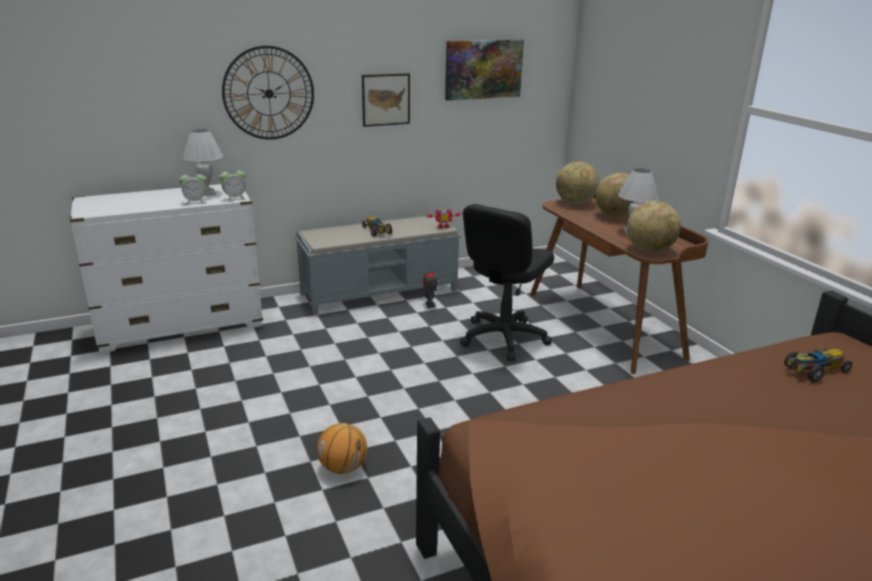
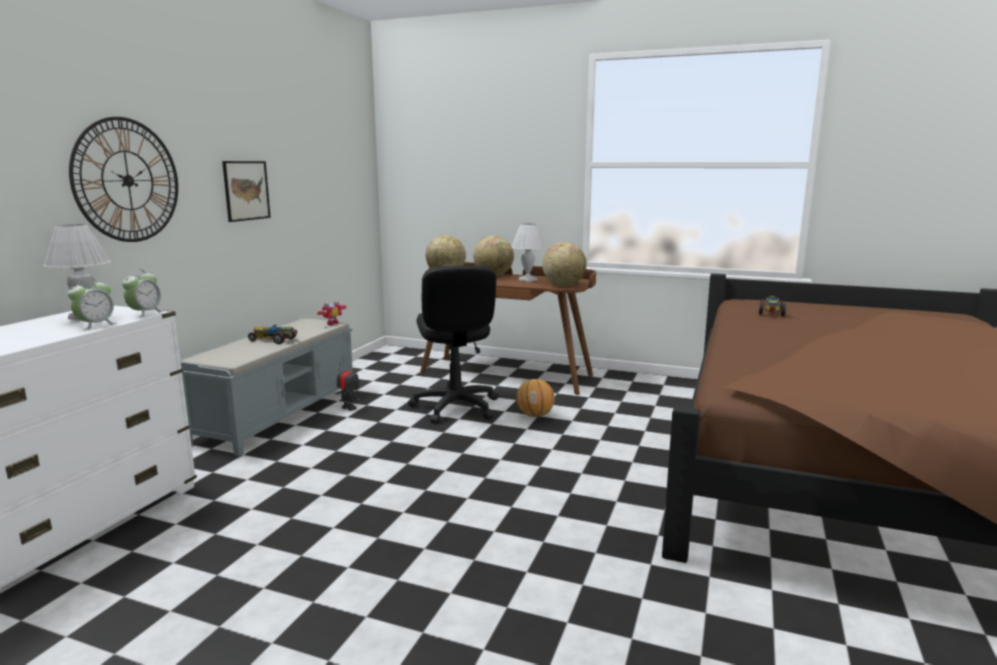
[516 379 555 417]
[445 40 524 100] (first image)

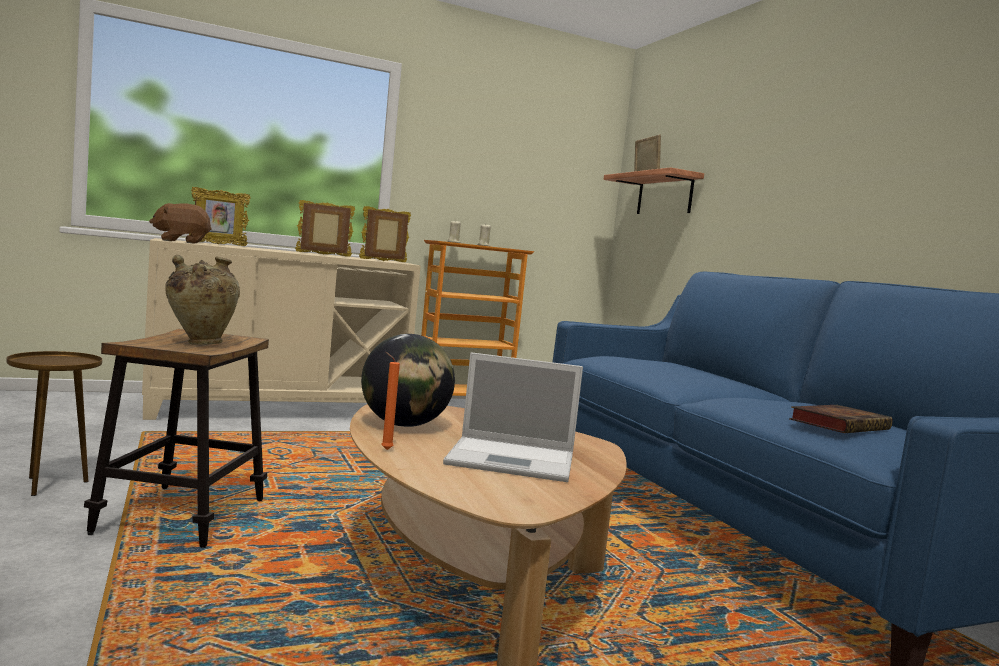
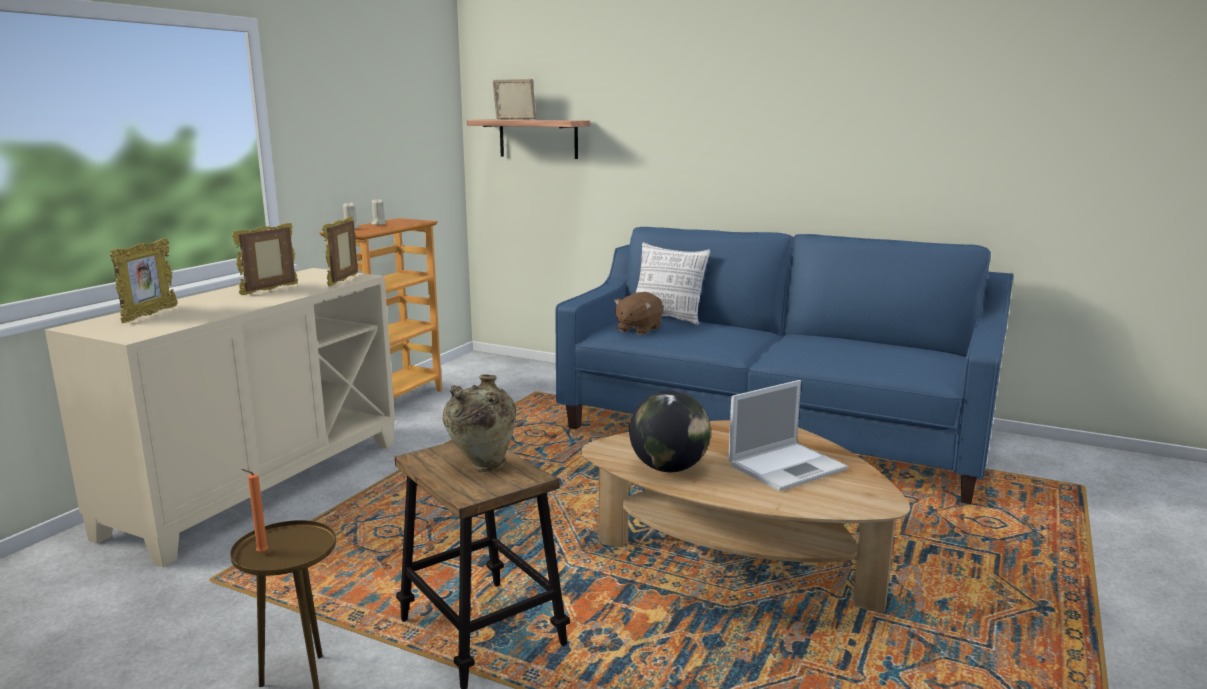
[614 292 663 335]
[241 469 268 553]
[789 405 893 433] (first image)
[636 242 710 325]

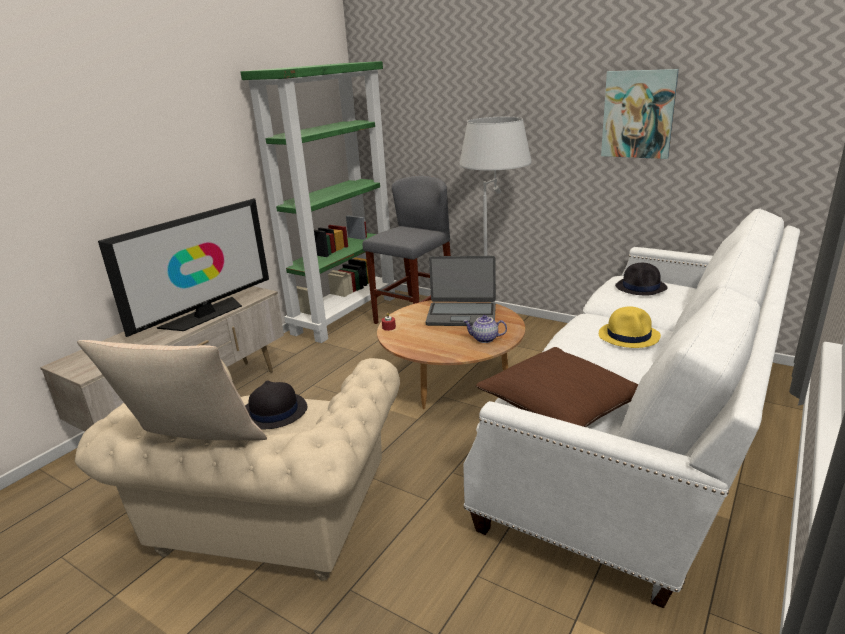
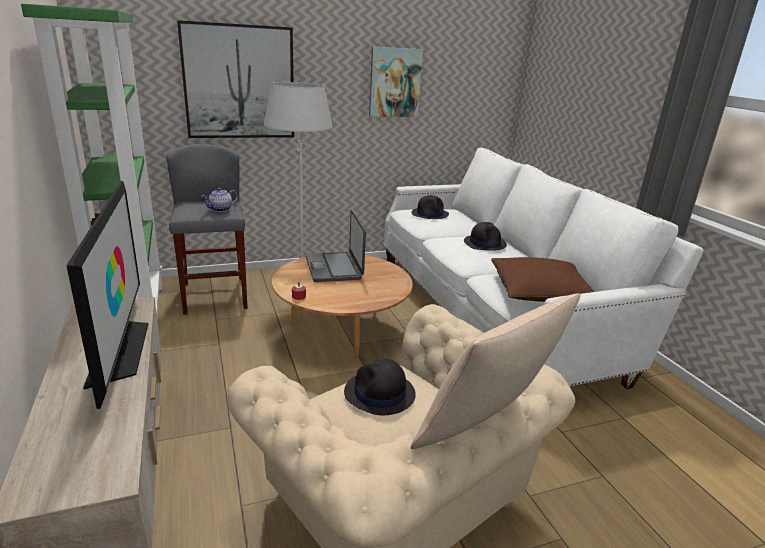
[305 210 366 282]
[201 188 238 212]
[464 222 507 251]
[177 20 294 138]

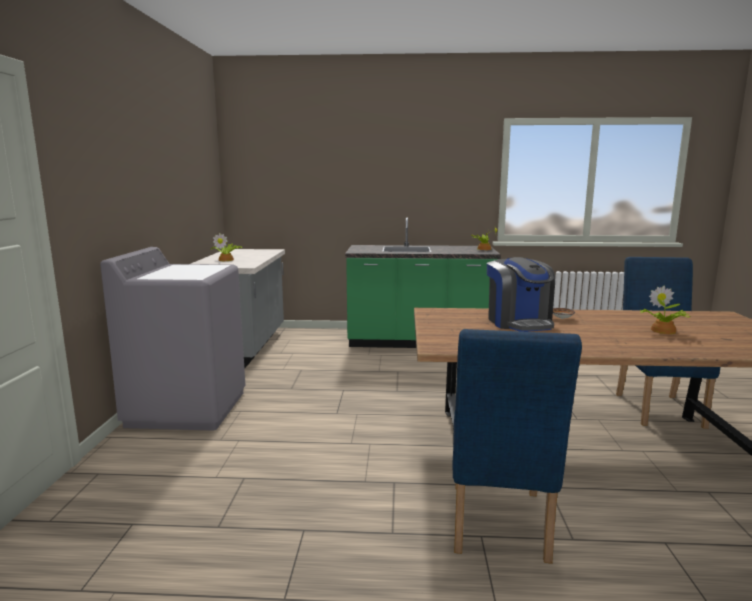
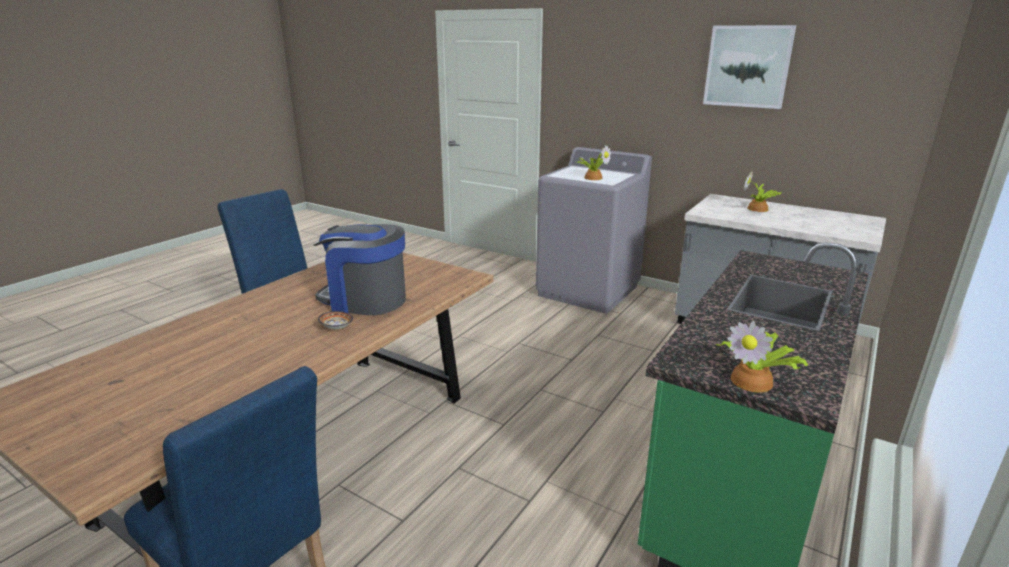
[577 145 611 180]
[703 25 796 109]

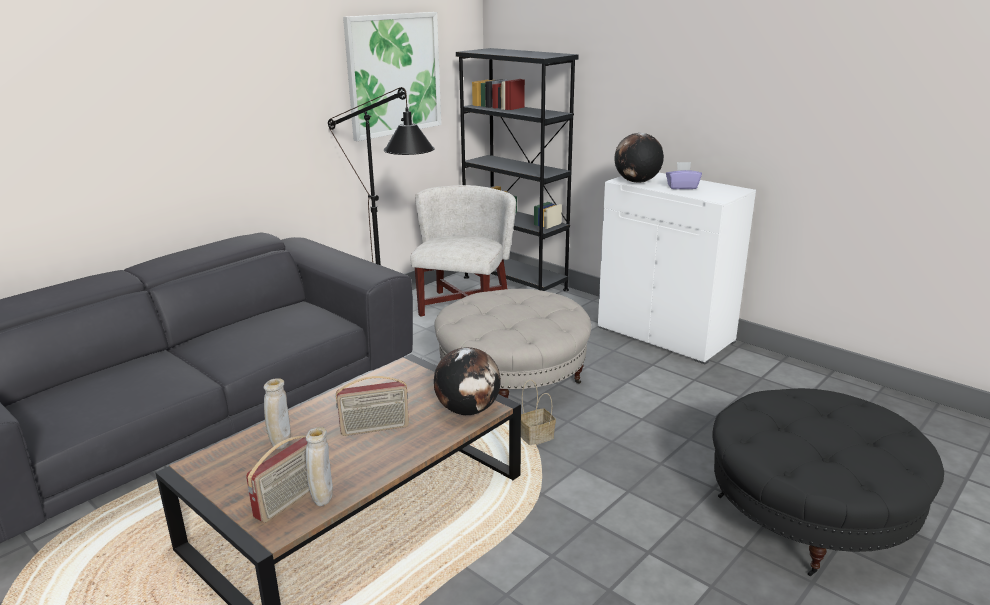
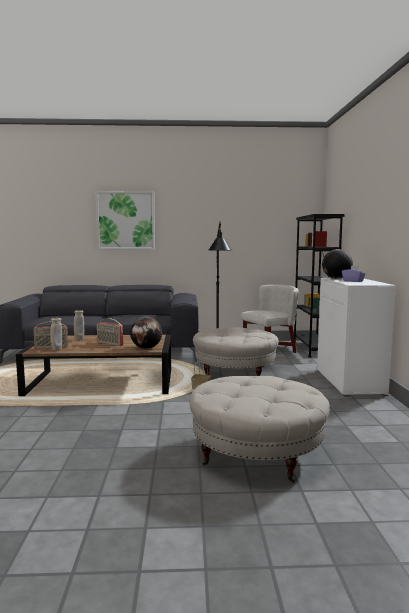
[96 191 155 250]
[189 376 330 483]

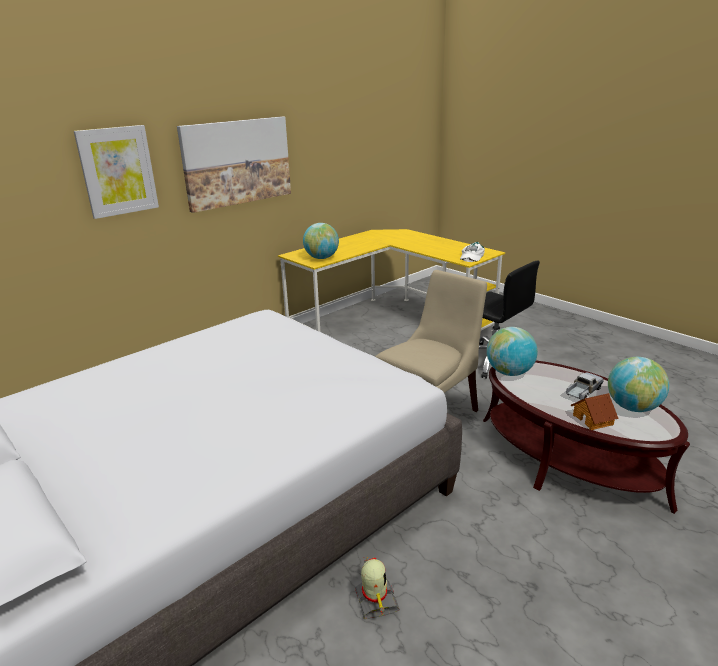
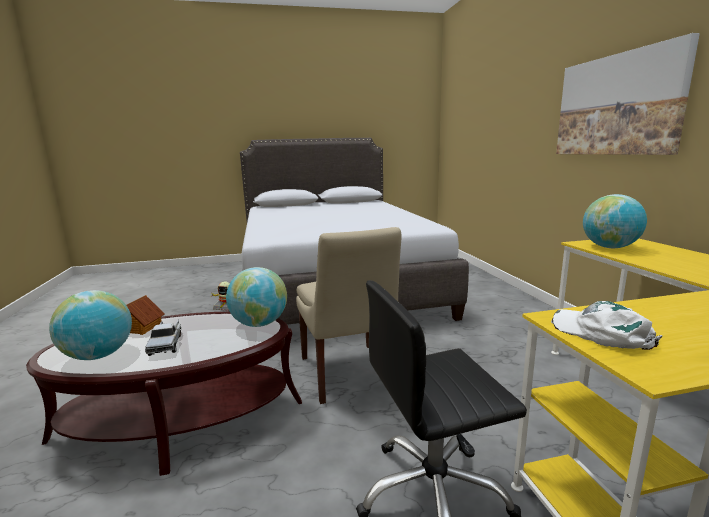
[74 125 159 219] (first image)

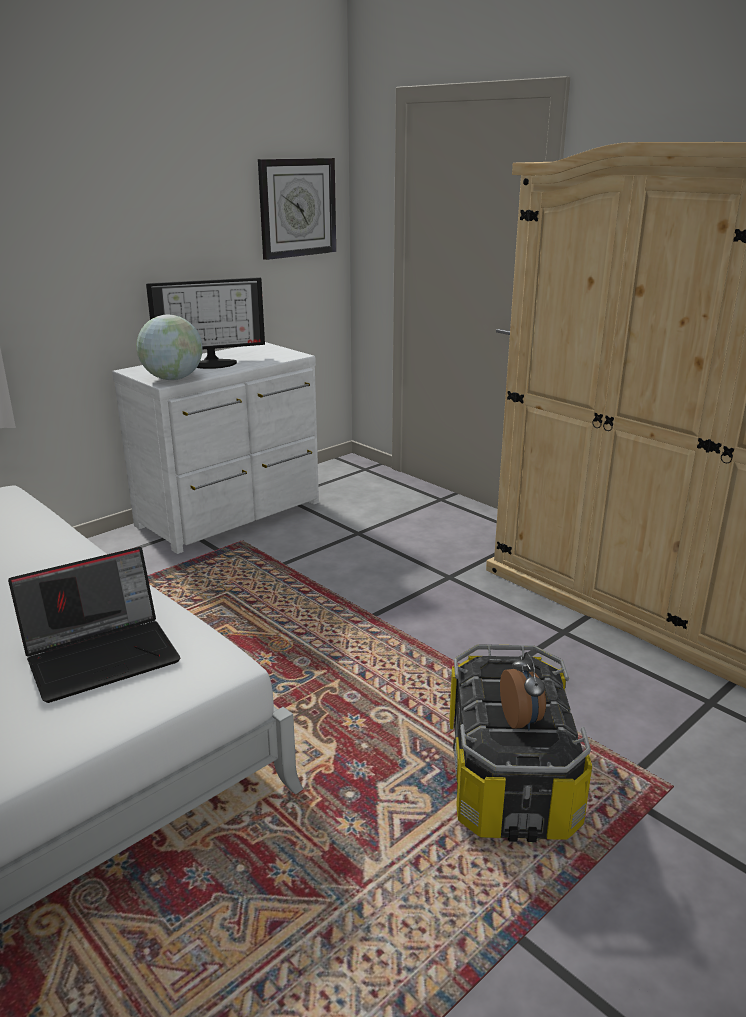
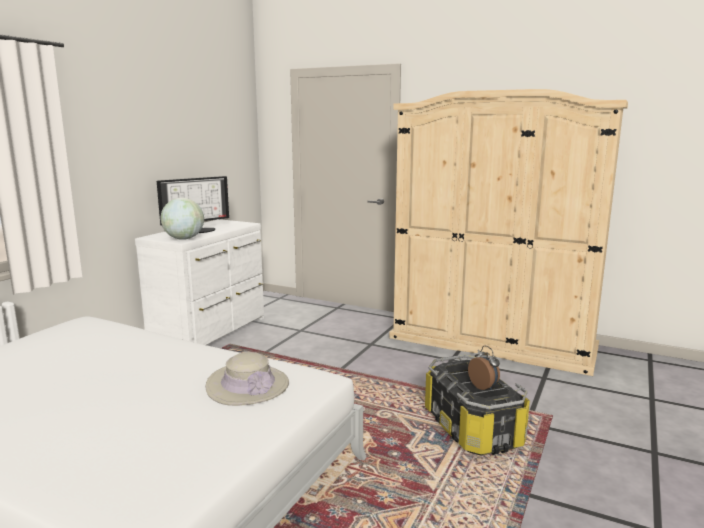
[205 352 289 406]
[258 158 336 260] (first image)

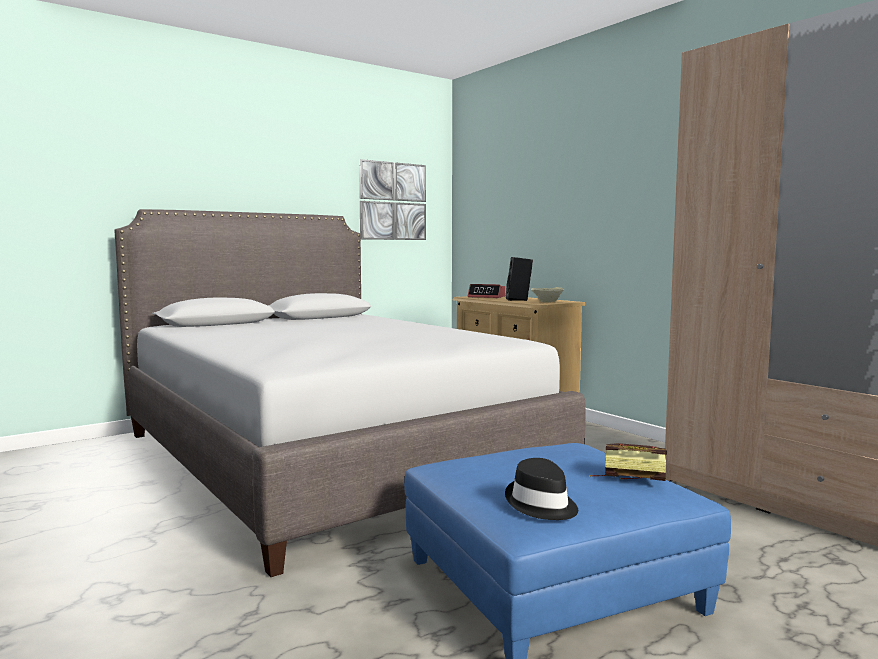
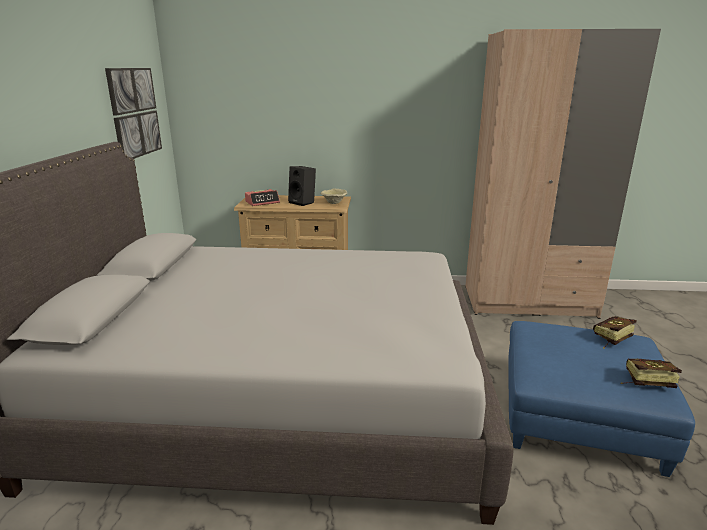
[621 359 682 388]

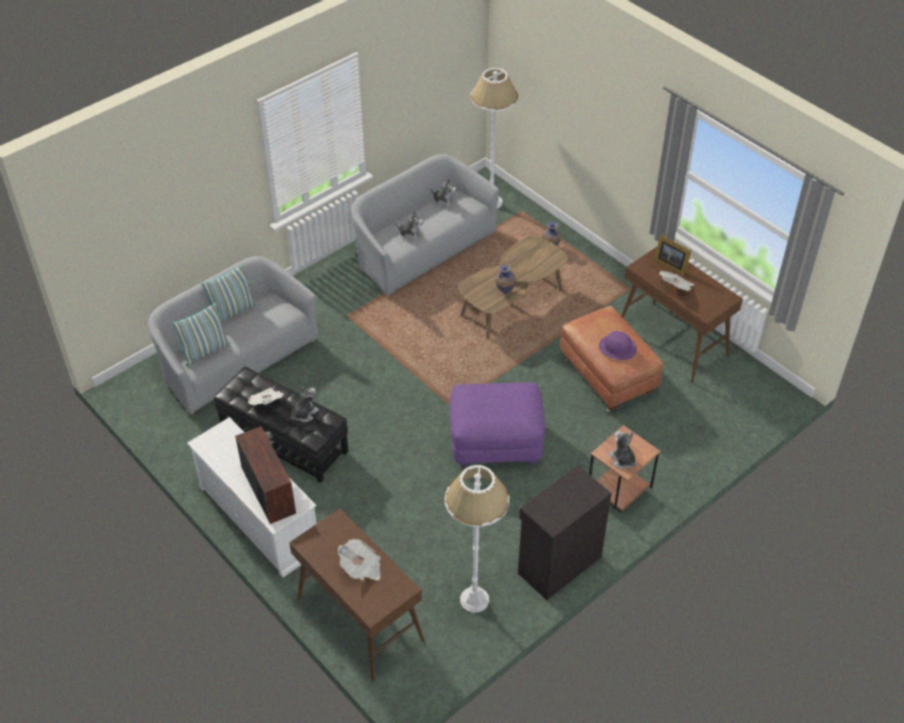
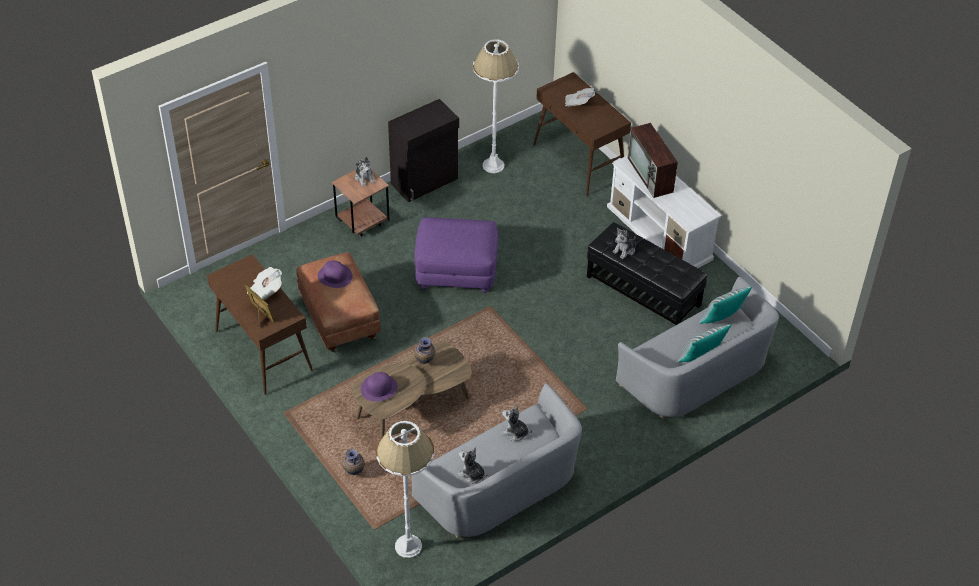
[248 388 284 405] (first image)
[360 372 398 402]

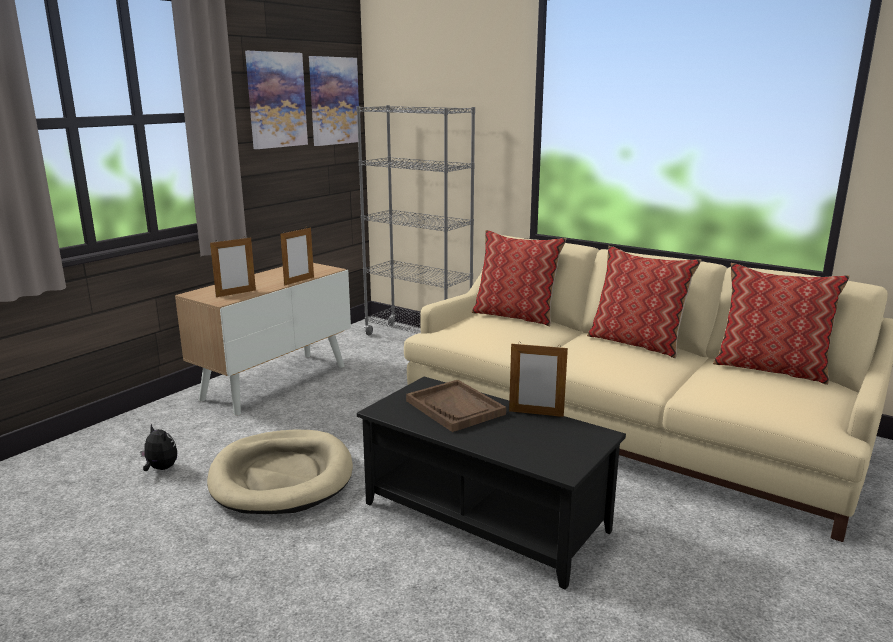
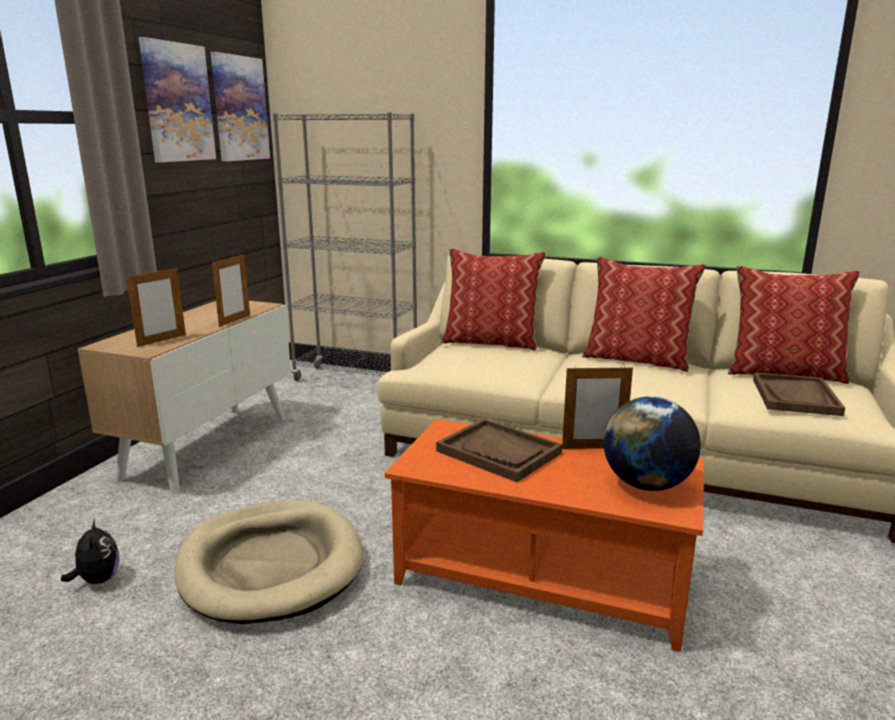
[61 518 120 584]
[385 419 704 652]
[603 396 701 491]
[753 373 845 416]

